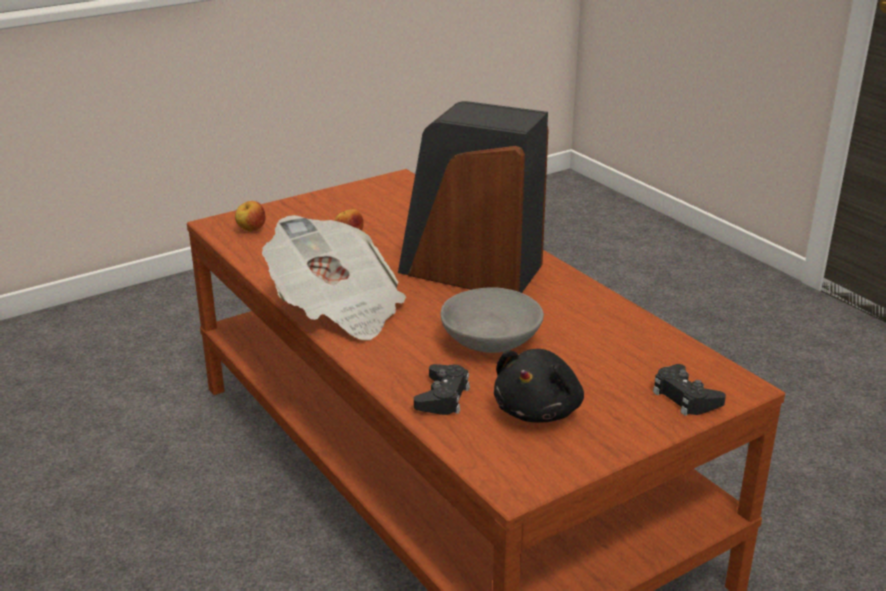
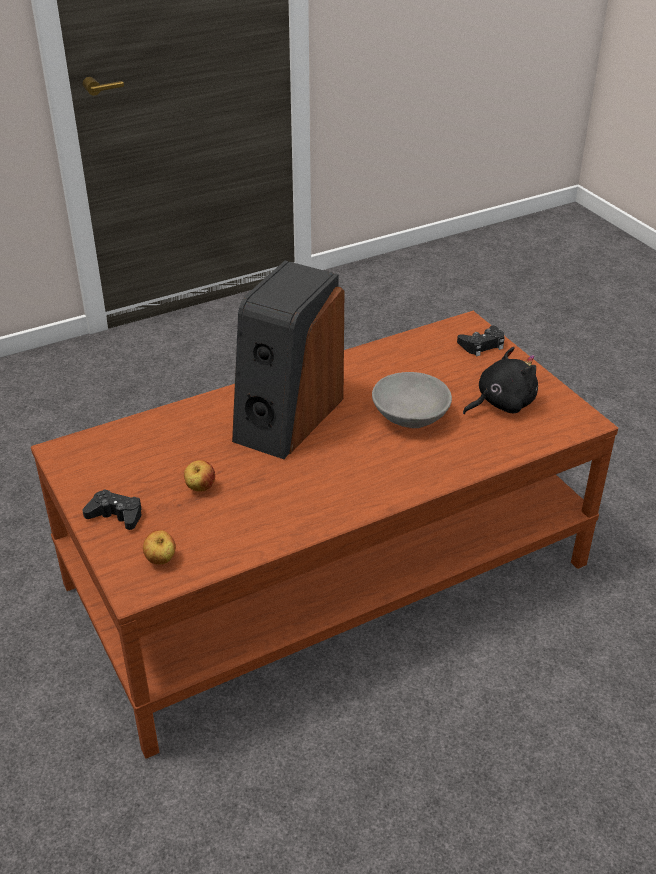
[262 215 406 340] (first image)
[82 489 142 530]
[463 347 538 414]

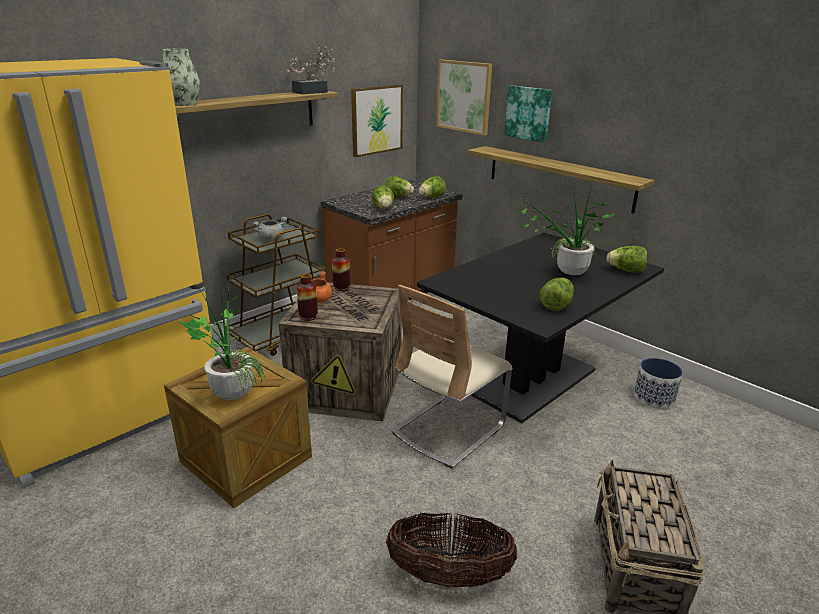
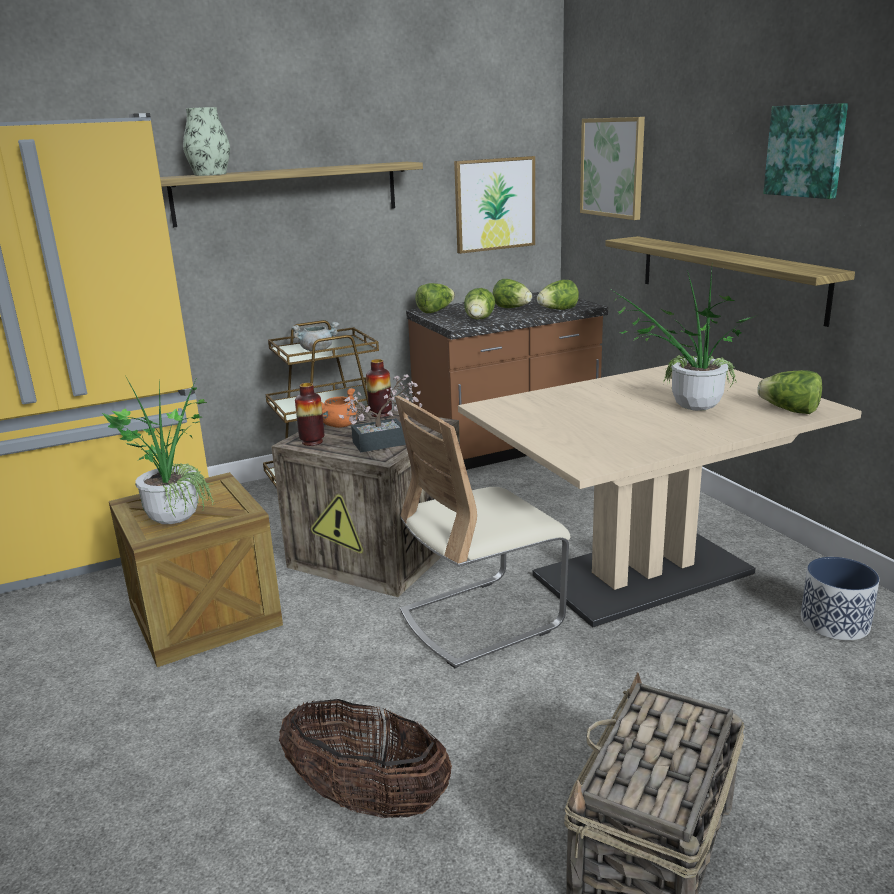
[339 374 422 452]
[458 365 862 628]
[763 103 848 199]
[415 283 455 313]

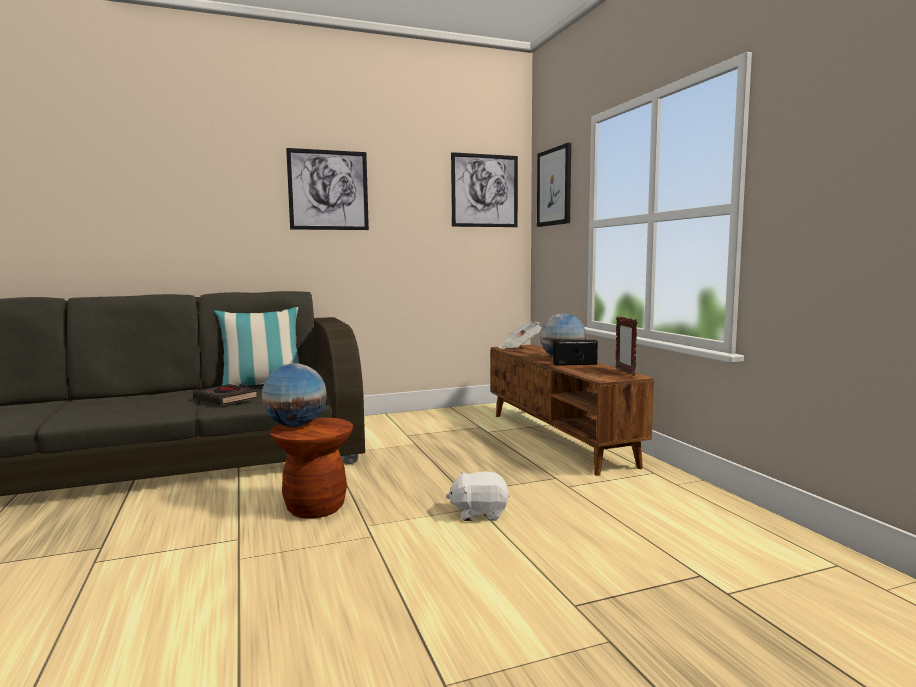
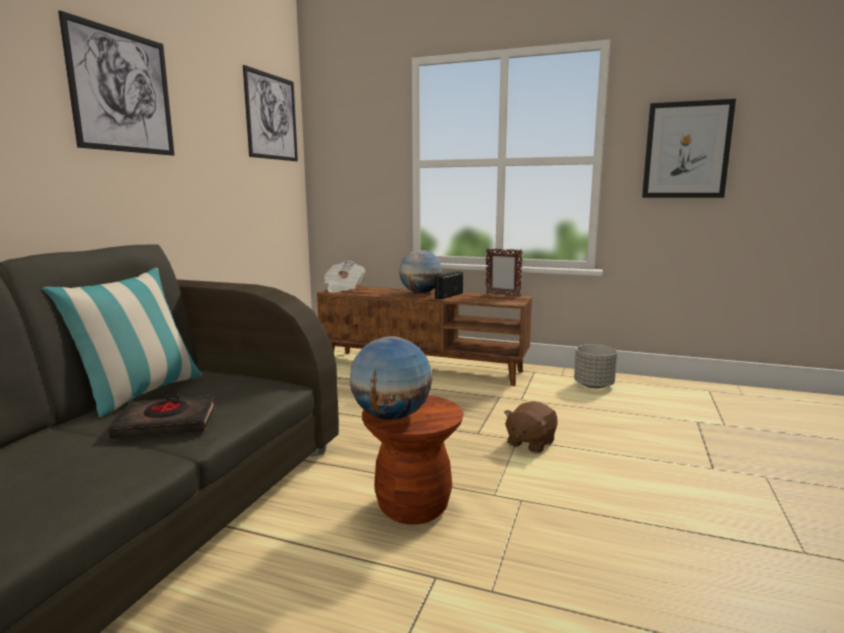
[504 402 558 453]
[642 99 736 198]
[574 344 617 388]

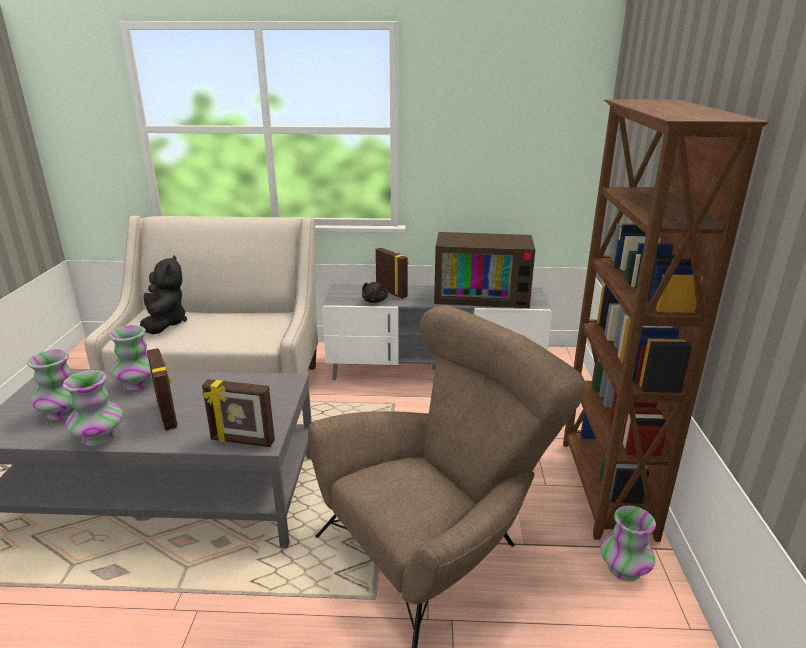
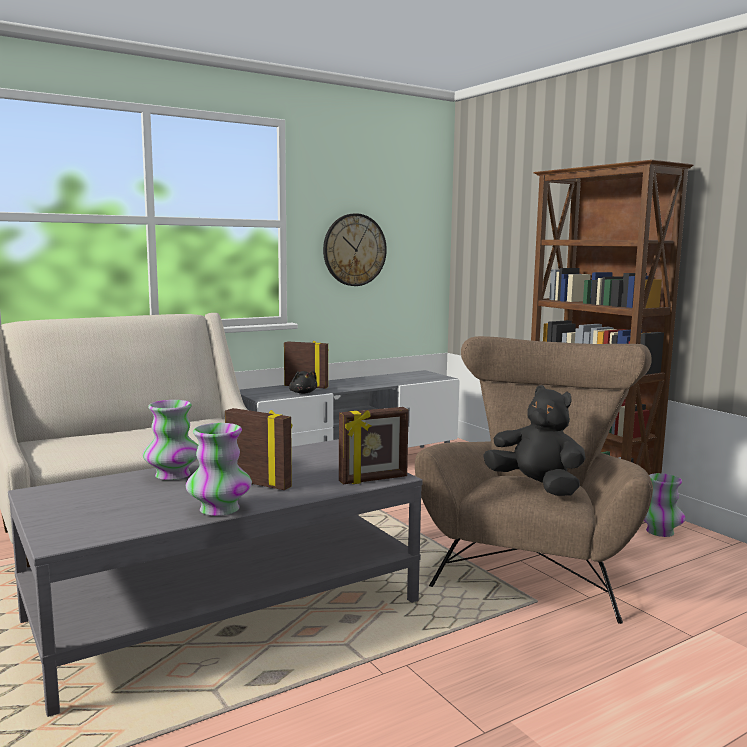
[27 349 74 420] (first image)
[483 385 585 496]
[434 232 535 308] (first image)
[323 213 387 286]

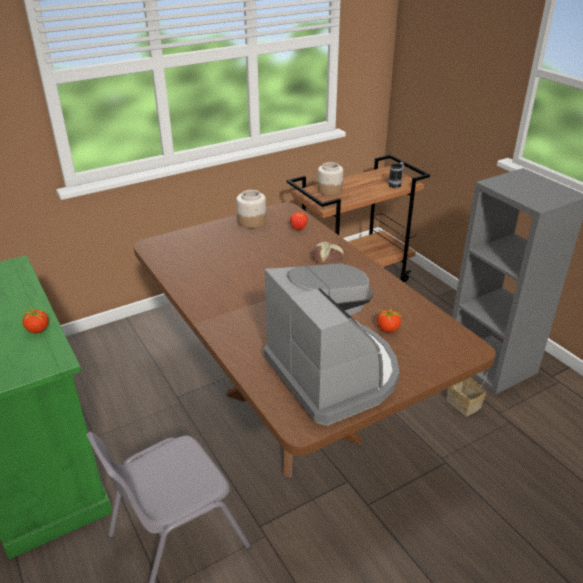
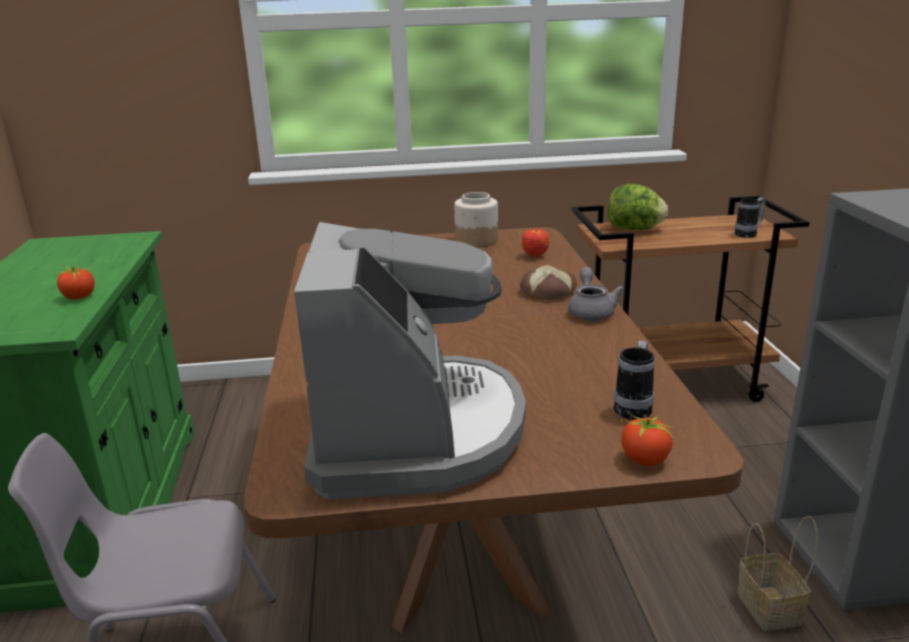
[608 184 668 230]
[621 410 675 466]
[568 267 624 321]
[614 341 655 420]

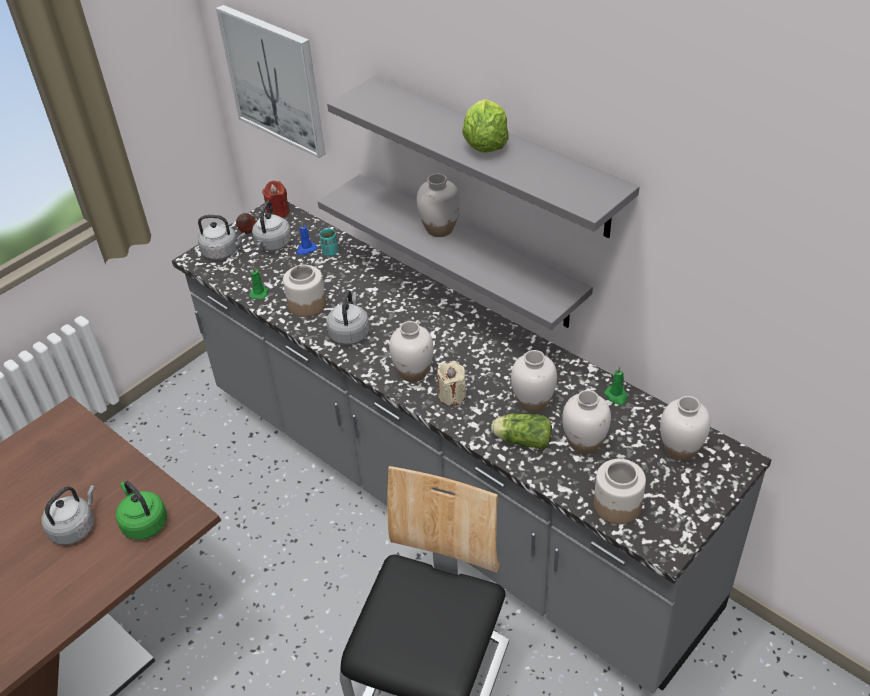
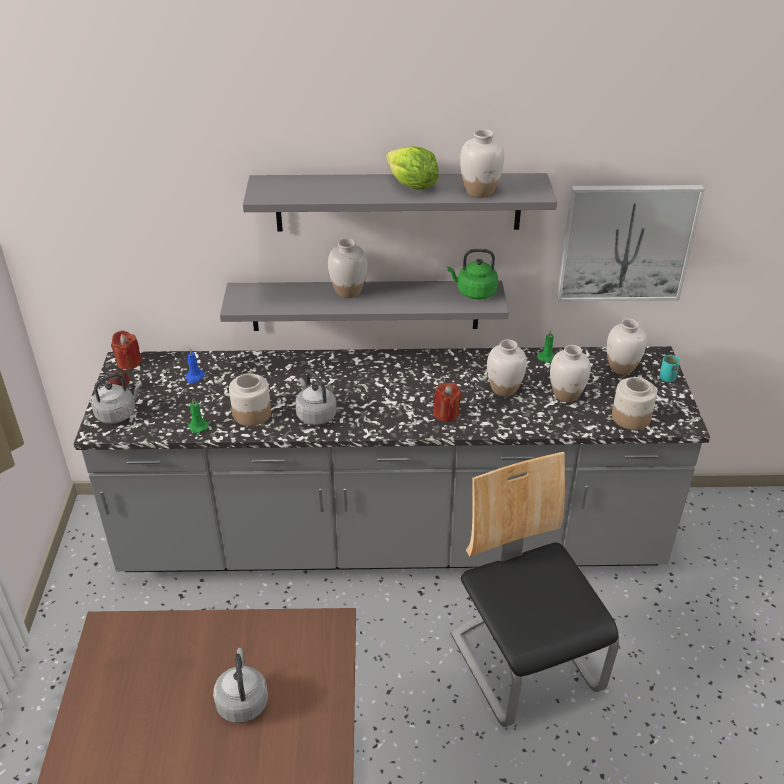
[447 249 498 300]
[557 185 705 301]
[252 201 292 251] (first image)
[659 355 680 382]
[460 129 504 198]
[433 382 462 422]
[491 413 552 449] (first image)

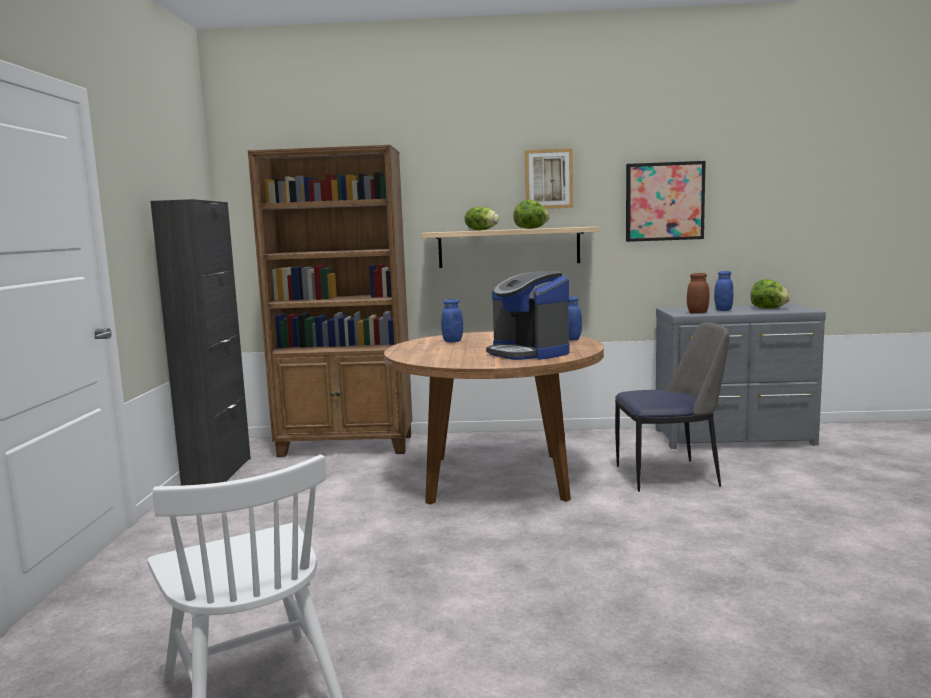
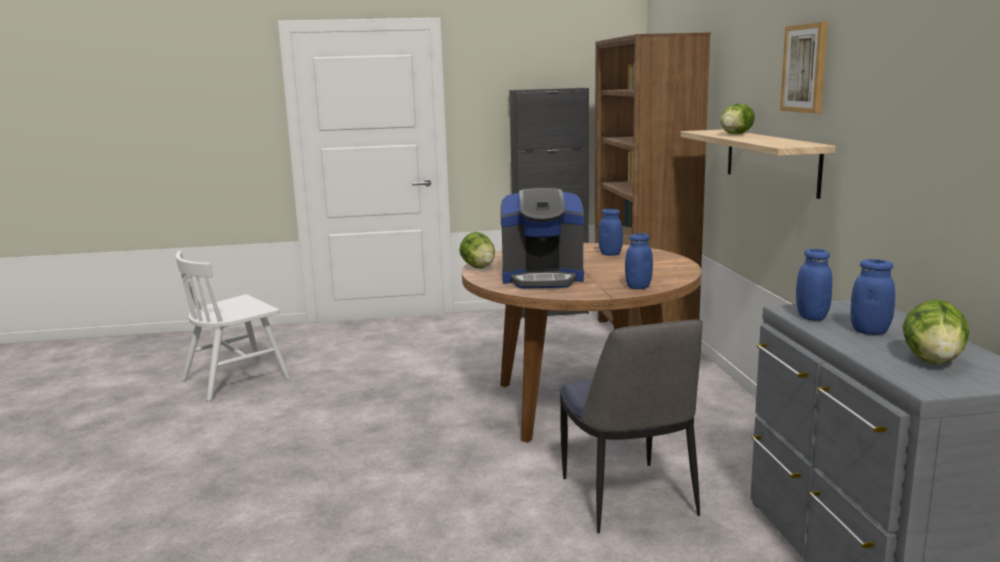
[500 188 584 288]
[459 232 495 269]
[626 161 706 242] (first image)
[796 249 832 321]

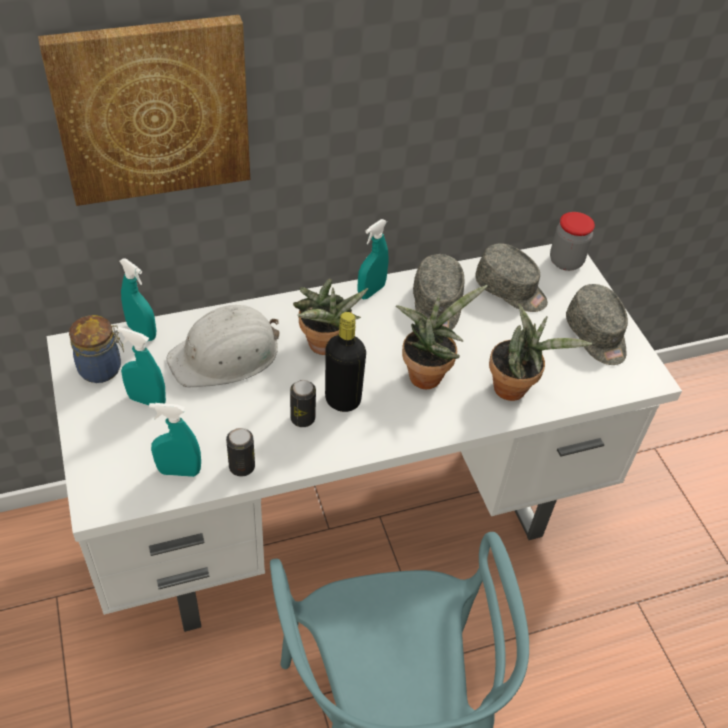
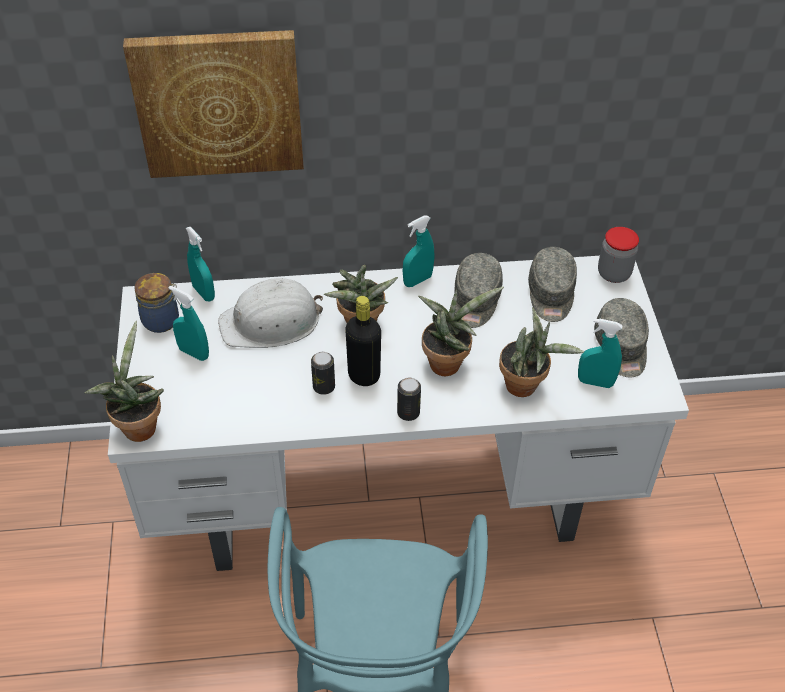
[578 318 623 388]
[397 378 421 421]
[528 247 577 322]
[85 321 164 442]

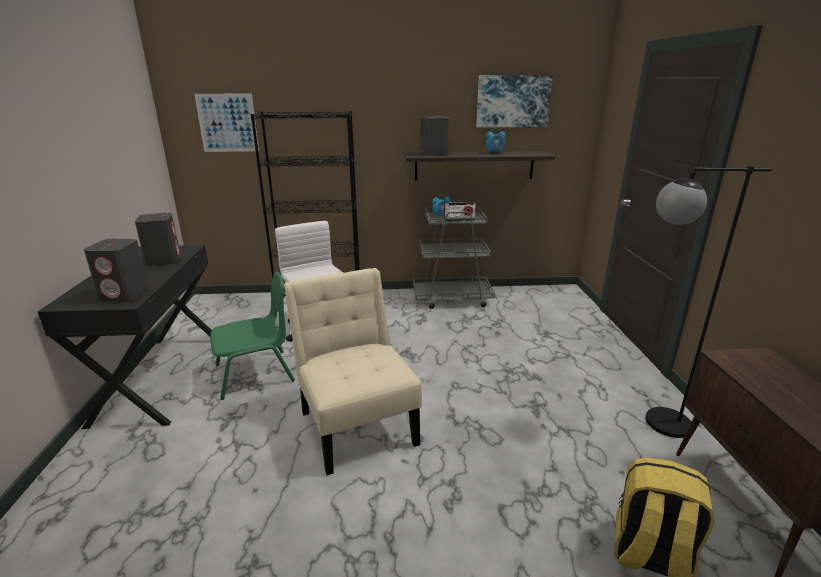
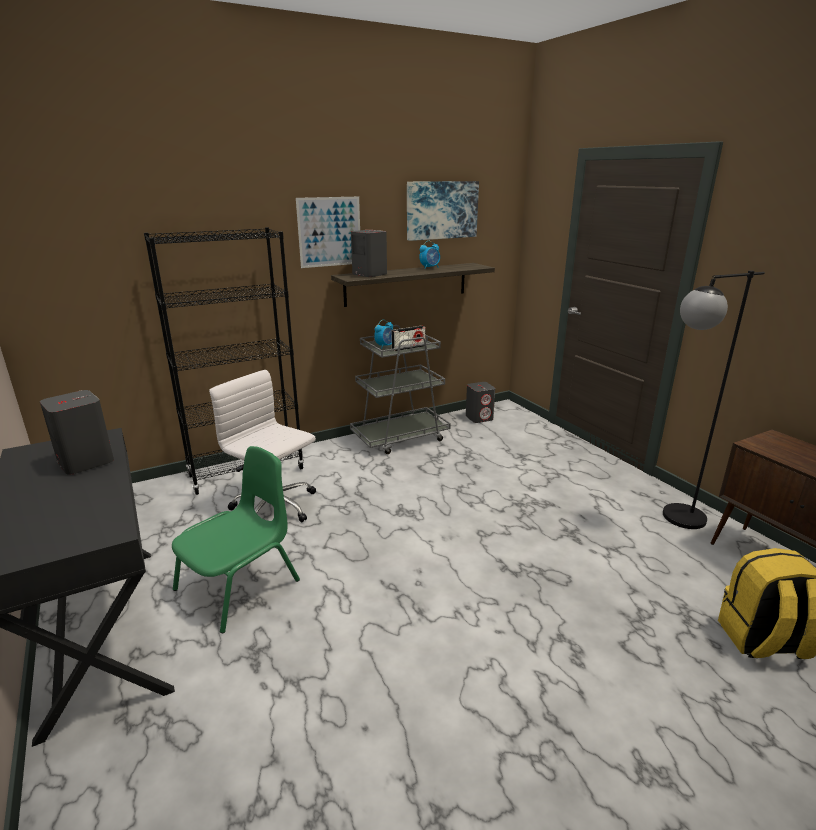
[466 382 495 423]
[296 197 360 268]
[284 268 422 475] (first image)

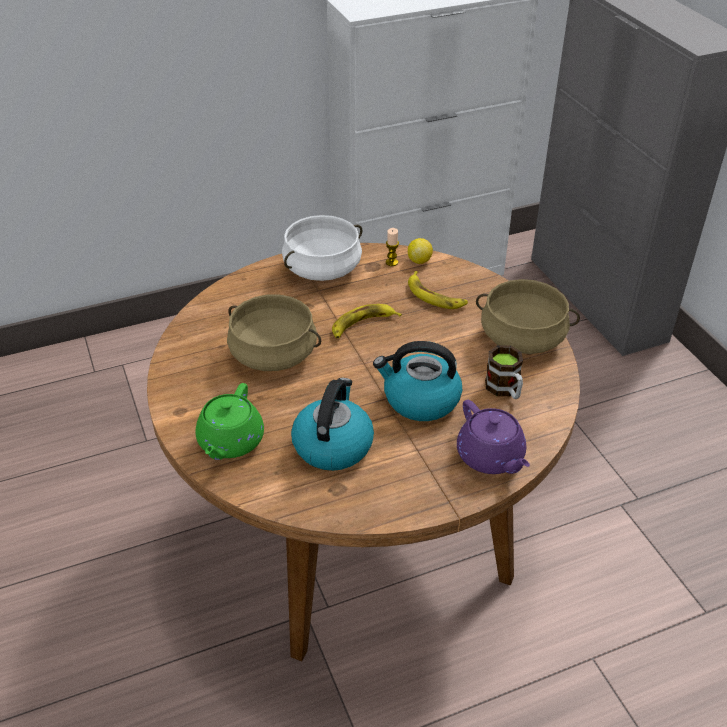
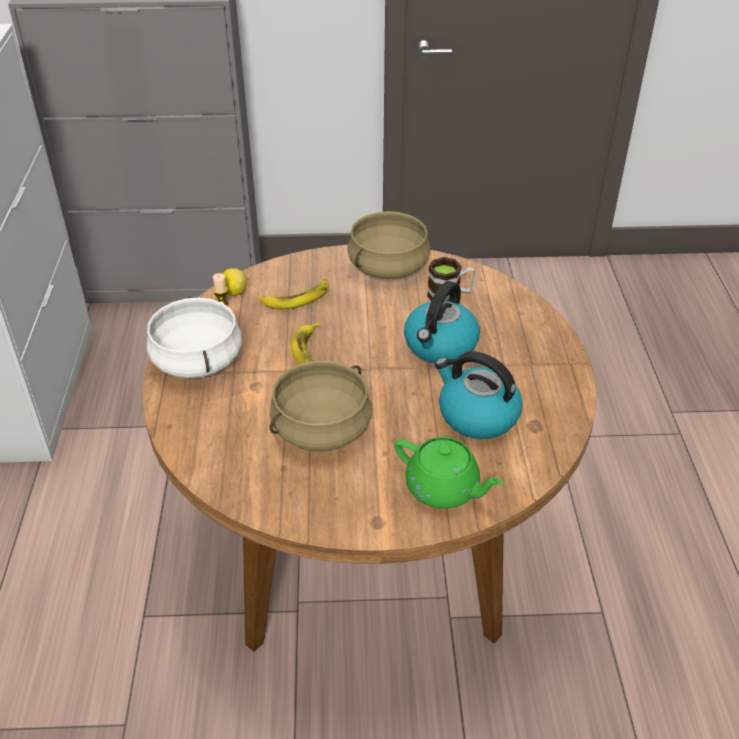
[457 400 530 474] (first image)

